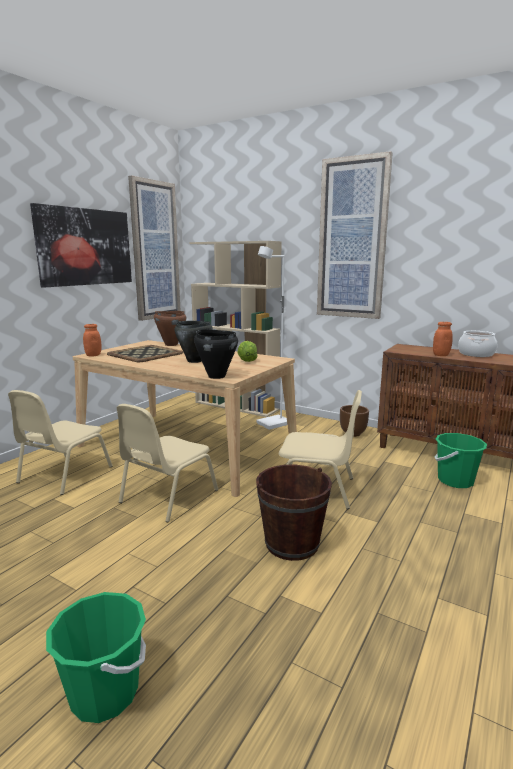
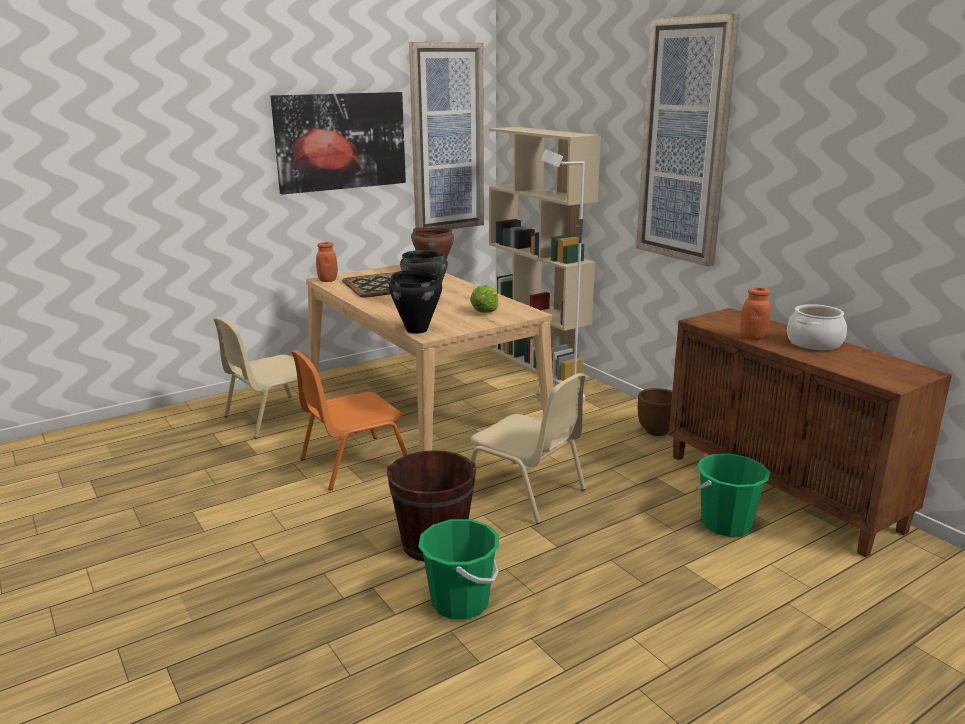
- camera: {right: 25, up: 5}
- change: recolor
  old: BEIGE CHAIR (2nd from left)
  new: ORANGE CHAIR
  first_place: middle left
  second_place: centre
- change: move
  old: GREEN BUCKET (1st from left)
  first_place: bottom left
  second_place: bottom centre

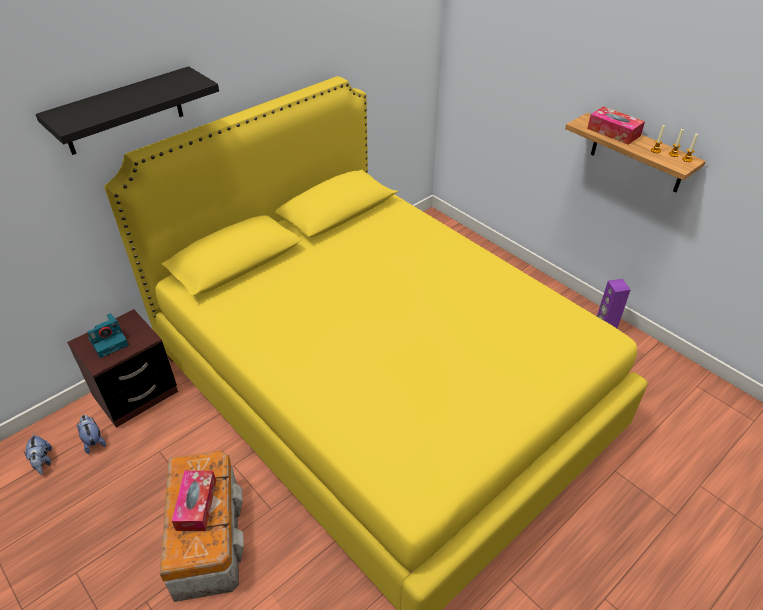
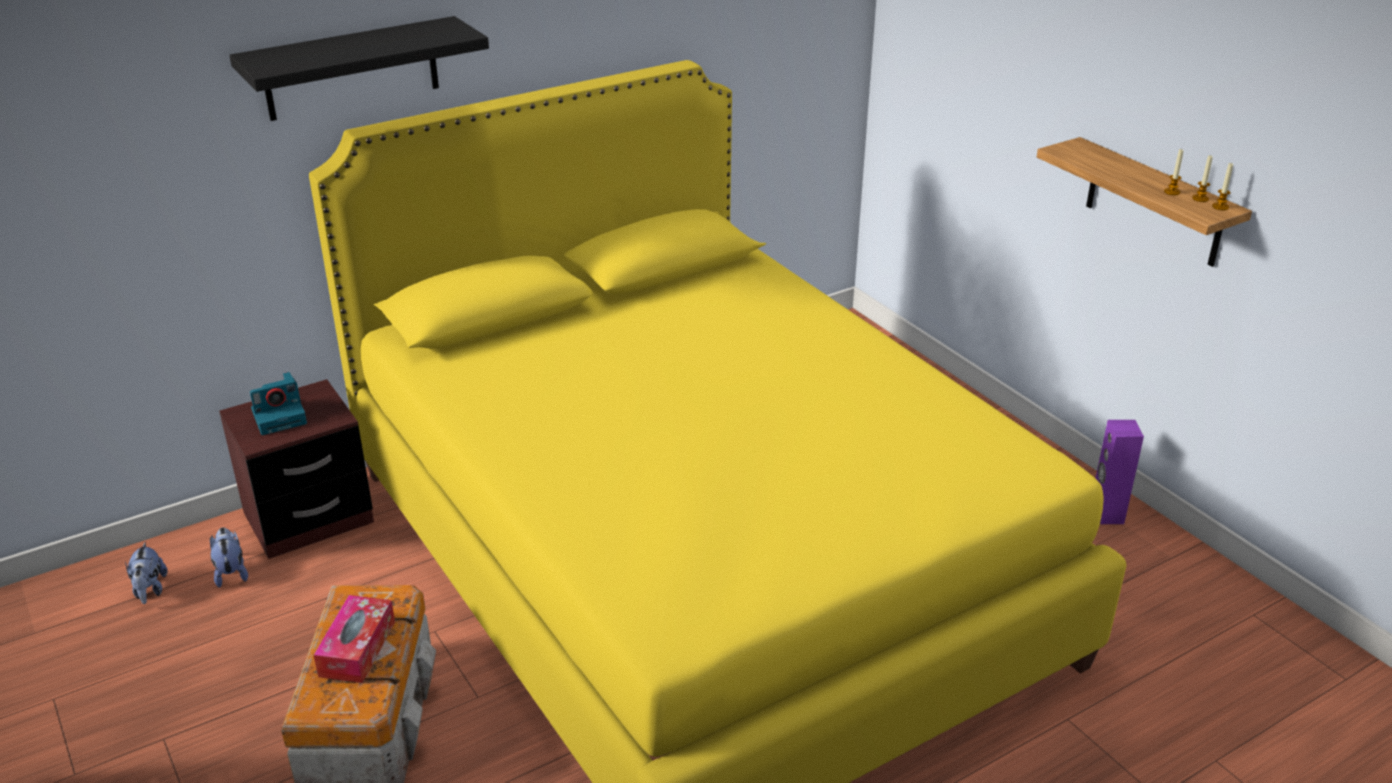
- camera: {right: 10, up: -10}
- change: delete
  old: TISSUE BOX (2nd from left)
  first_place: top right

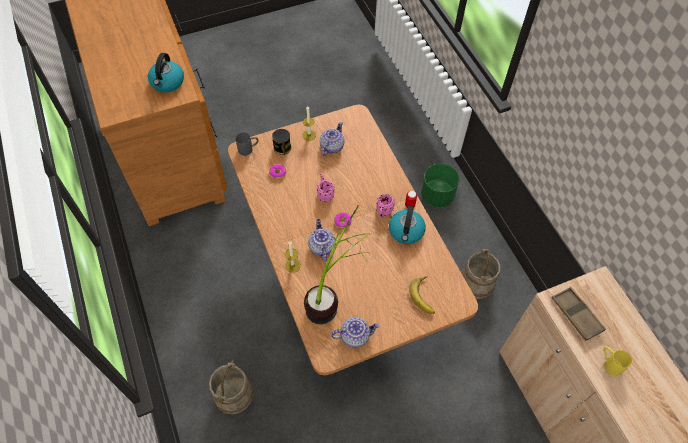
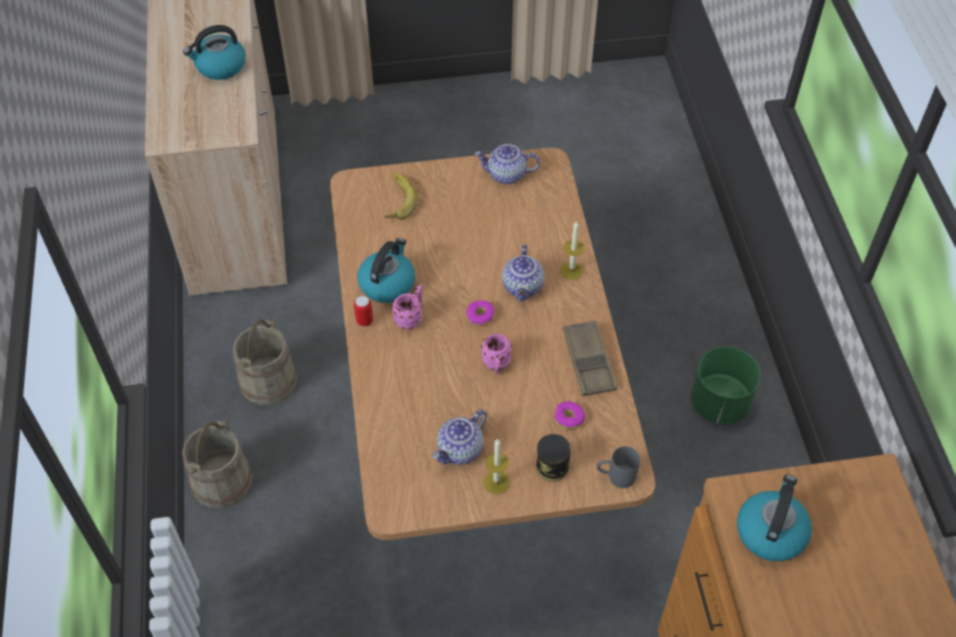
- camera: {right: -165, up: -5}
- change: move
  old: GREEN PLANTER
  first_place: centre
  second_place: middle right
- change: delete
  old: POTTED PLANT
  first_place: centre
- change: move
  old: BROWN TRAY
  first_place: bottom right
  second_place: centre
- change: replace
  old: YELLOW MUG
  new: KETTLE (1st from left)
  first_place: bottom right
  second_place: top left
- change: move
  old: BEIGE BUCKET (1st from left)
  first_place: bottom centre
  second_place: bottom left

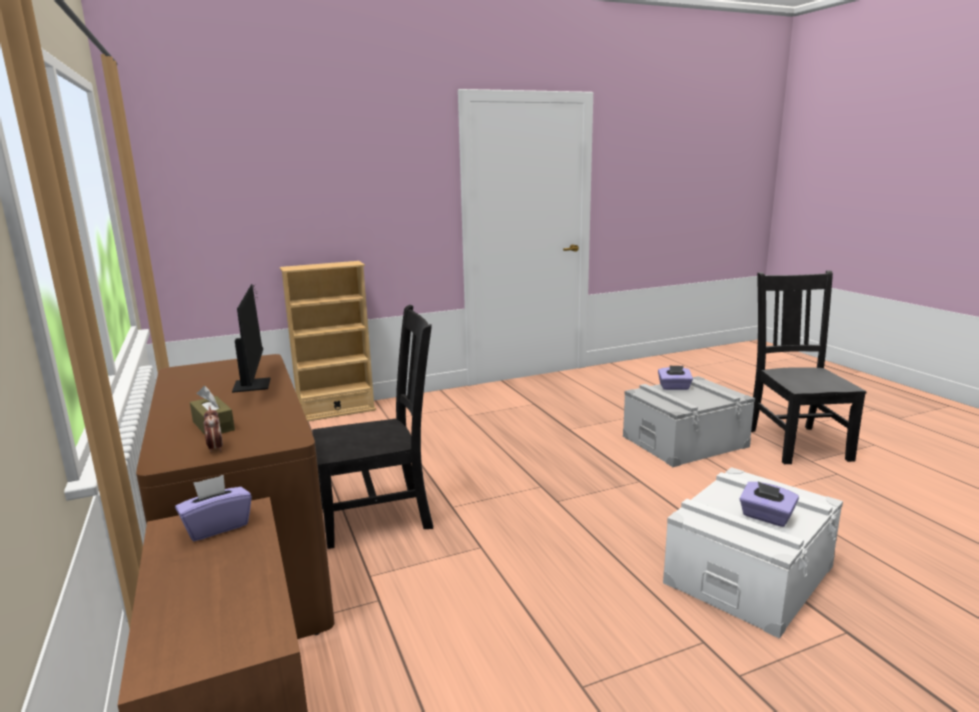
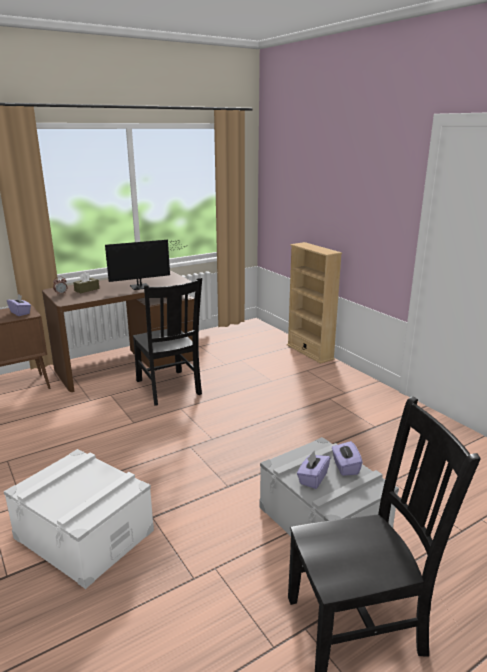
- camera: {right: 80, up: 5}
- change: move
  old: PURPLE TISSUE BOX (3rd from left in the first image)
  new: PURPLE TISSUE BOX (2nd from left)
  first_place: bottom right
  second_place: bottom centre

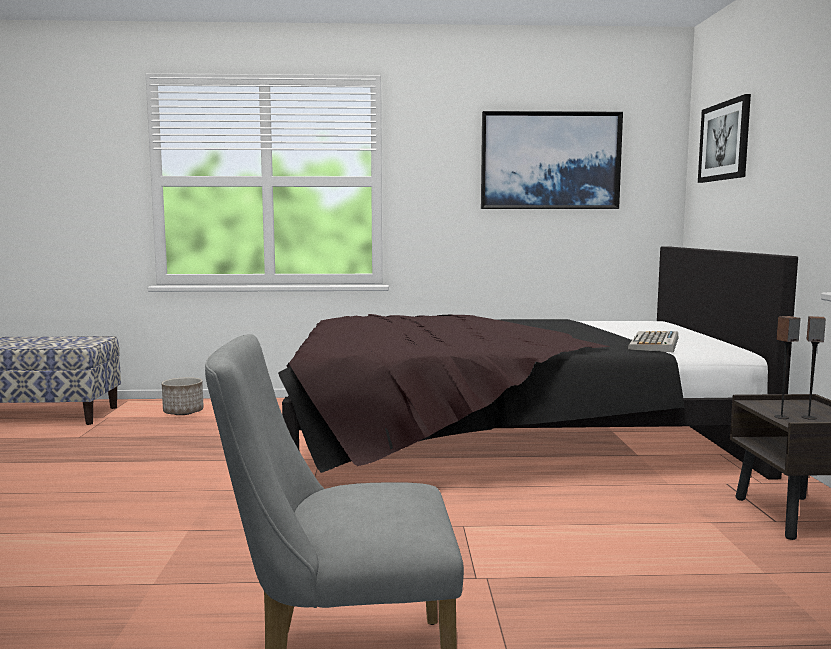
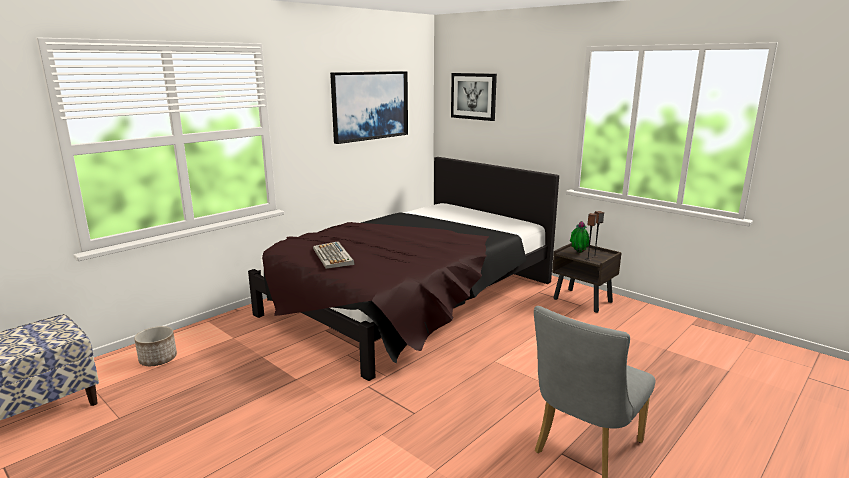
- camera: {right: -45, up: 10}
- change: move
  old: KEYBOARD
  first_place: middle right
  second_place: centre
- change: insert
  new: POTTED PLANT
  second_place: middle right

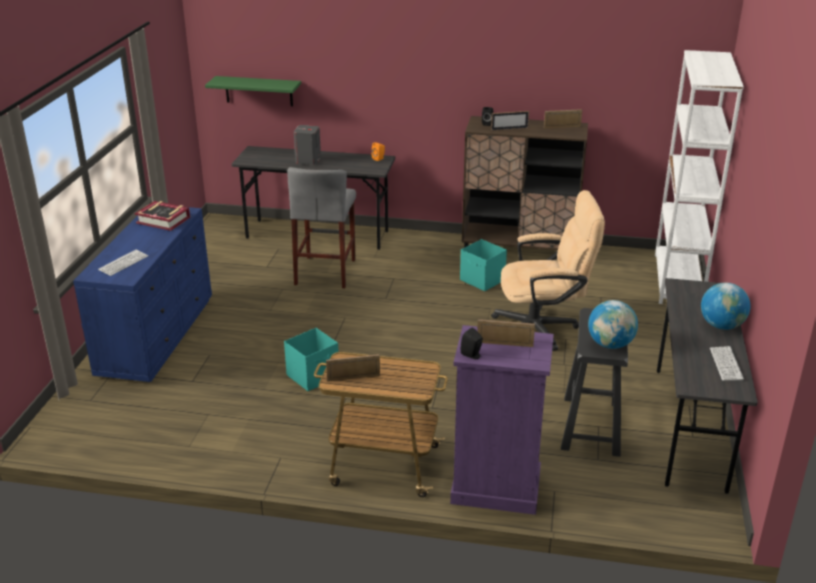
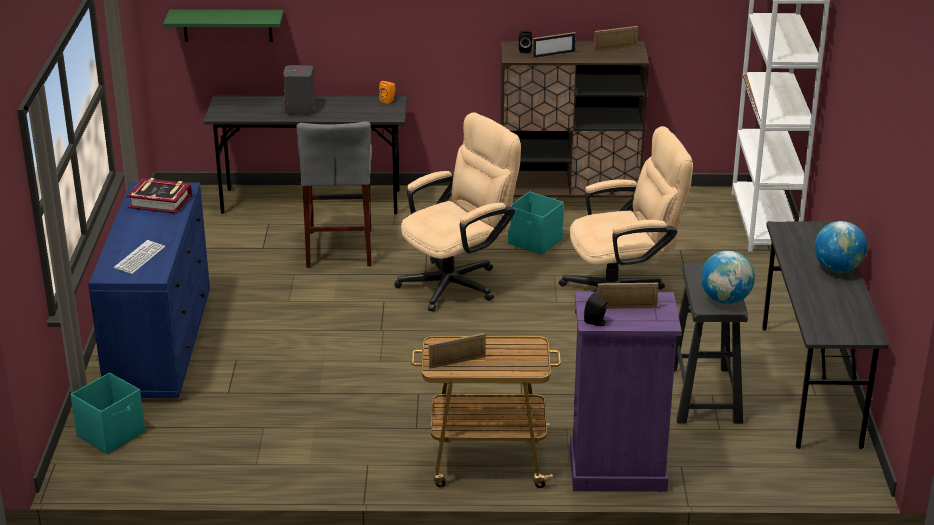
- camera: {right: -10, up: 0}
- change: move
  old: TURQUOISE STORAGE BOX (1st from left)
  first_place: centre
  second_place: bottom left
- change: delete
  old: KEYBOARD (2nd from left)
  first_place: middle right
- change: insert
  new: BEIGE OFFICE CHAIR (1st from left)
  second_place: centre

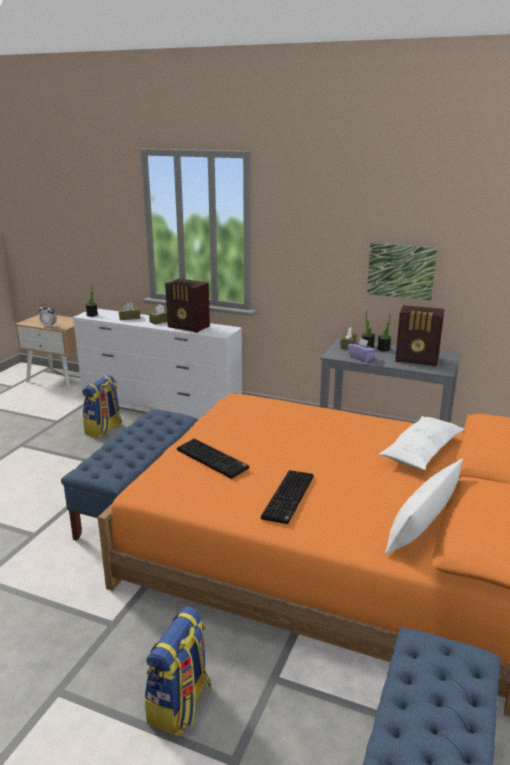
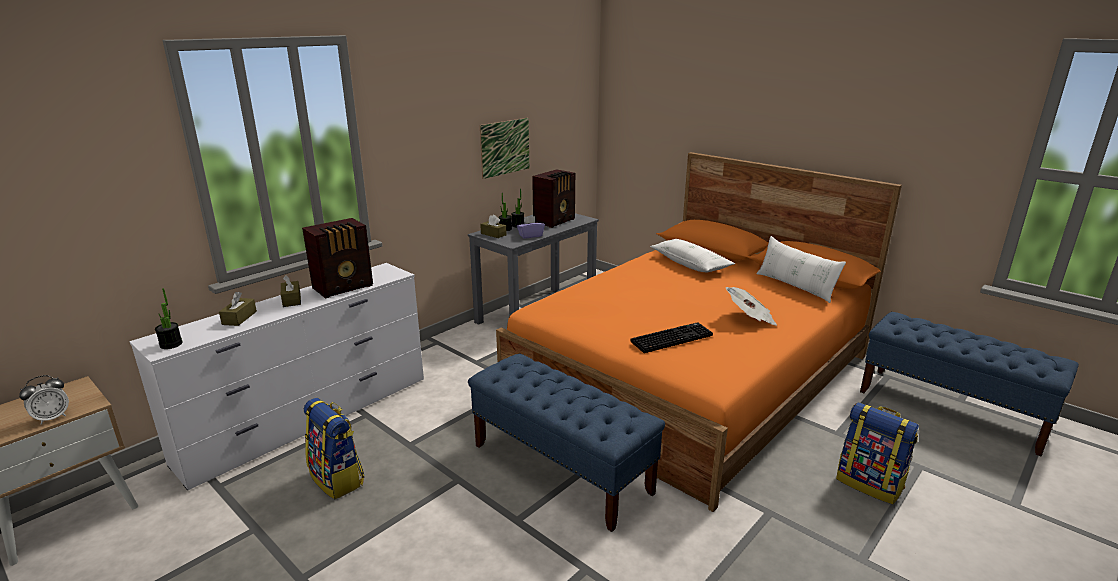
- camera: {right: -70, up: 0}
- change: replace
  old: KEYBOARD (2nd from left)
  new: NEWSPAPER
  first_place: centre
  second_place: middle right

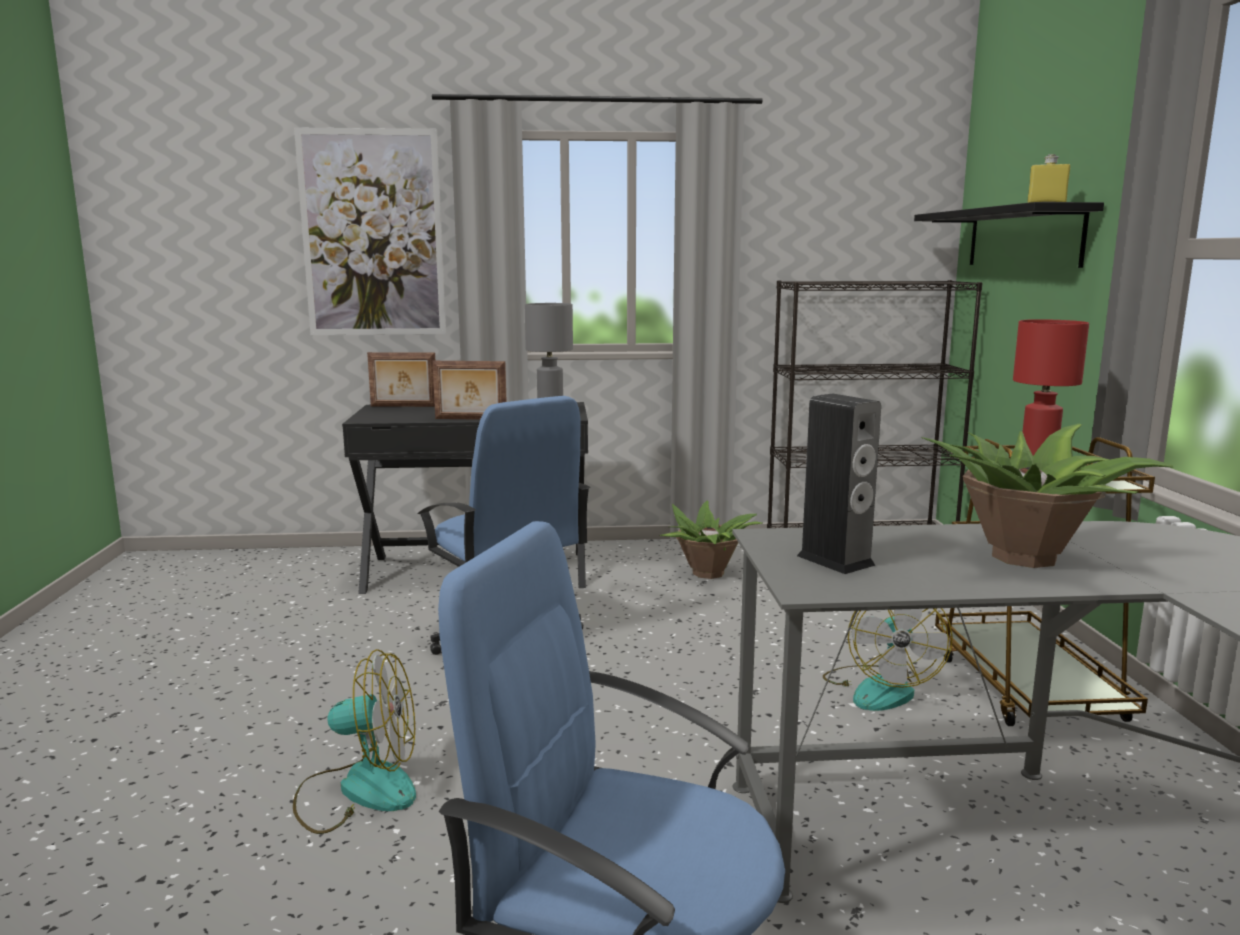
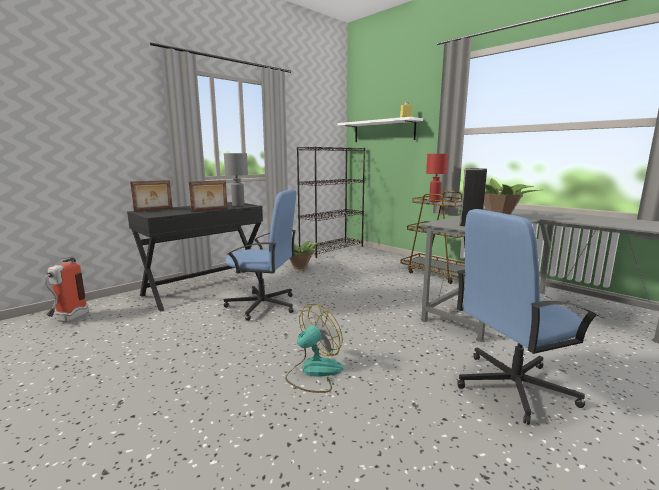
- camera: {right: -40, up: 0}
- change: delete
  old: PICTURE
  first_place: top left
- change: recolor
  old: BLACK SHELF
  new: WHITE SHELF
  first_place: top right
  second_place: top centre
- change: delete
  old: FAN (2nd from left)
  first_place: bottom right
- change: insert
  new: FIRE EXTINGUISHER
  second_place: middle left

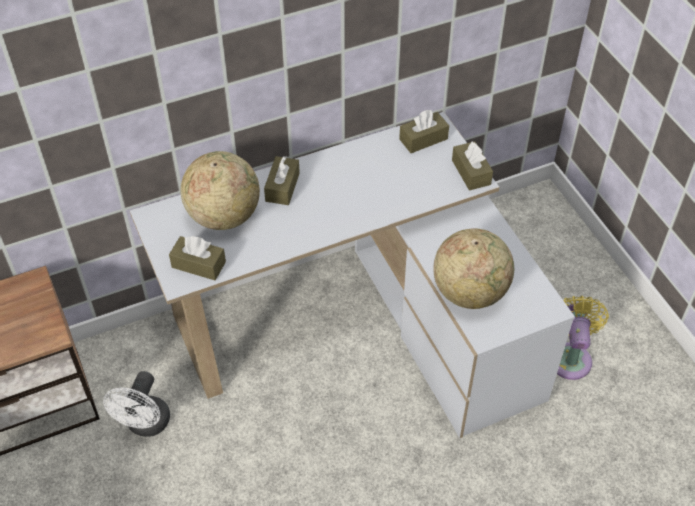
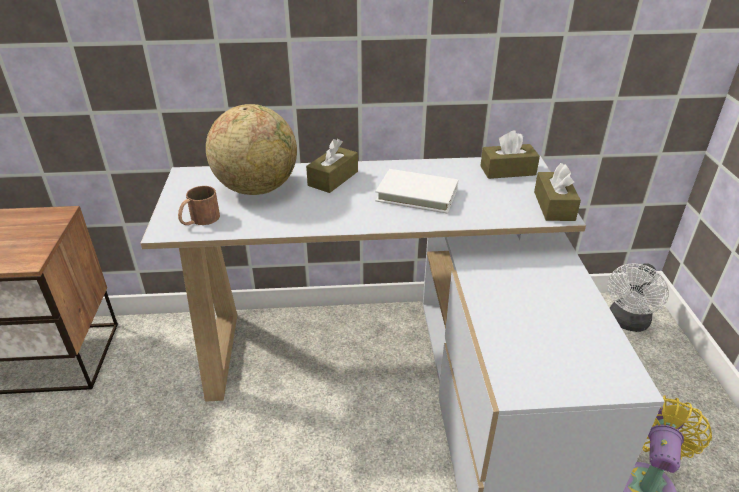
- camera: {right: 20, up: -15}
- change: delete
  old: GLOBE (2nd from left)
  first_place: middle right
- change: replace
  old: BROWN TISSUE BOX (1st from left)
  new: BROWN MUG
  first_place: middle left
  second_place: middle left
- change: move
  old: WHITE FAN
  first_place: bottom left
  second_place: middle right
- change: insert
  new: WHITE BOOK
  second_place: centre

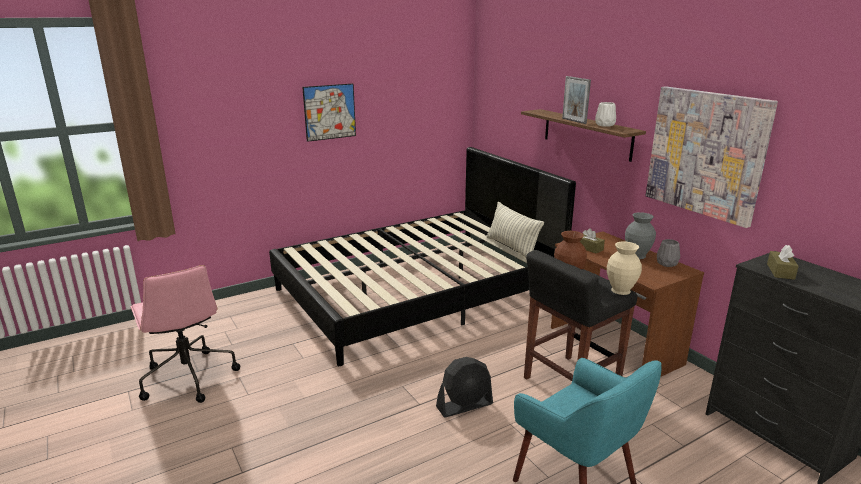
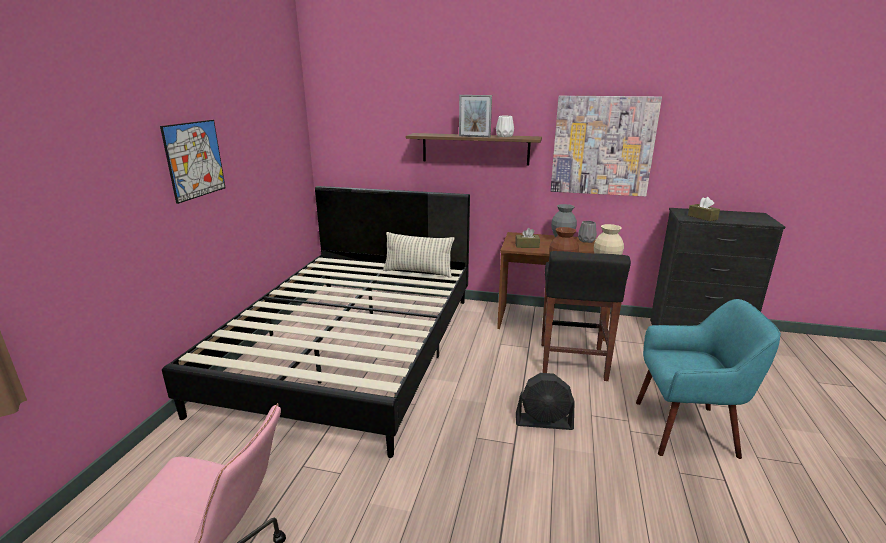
- camera: {right: -45, up: 0}
- change: rotate
  old: BLACK FAN
  first_place: bottom centre
  second_place: bottom centre
  degrees: 75

